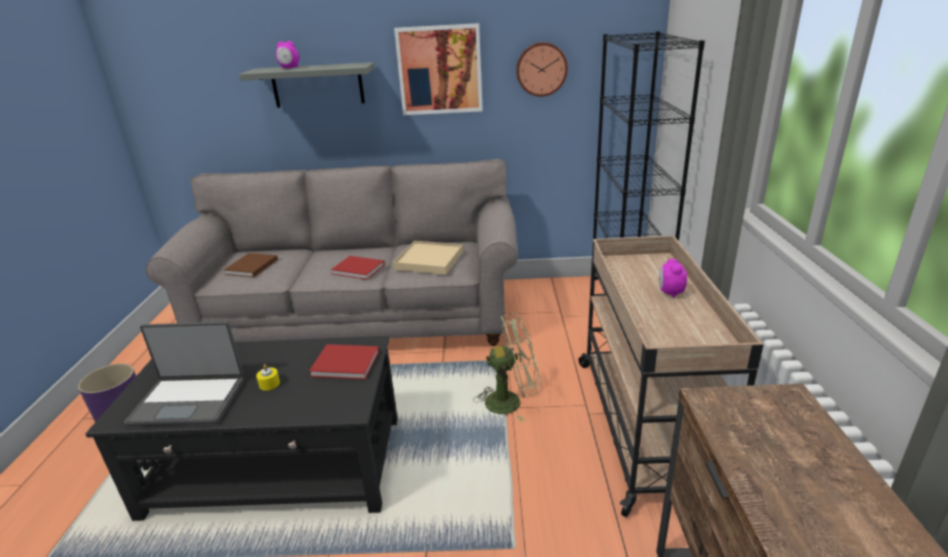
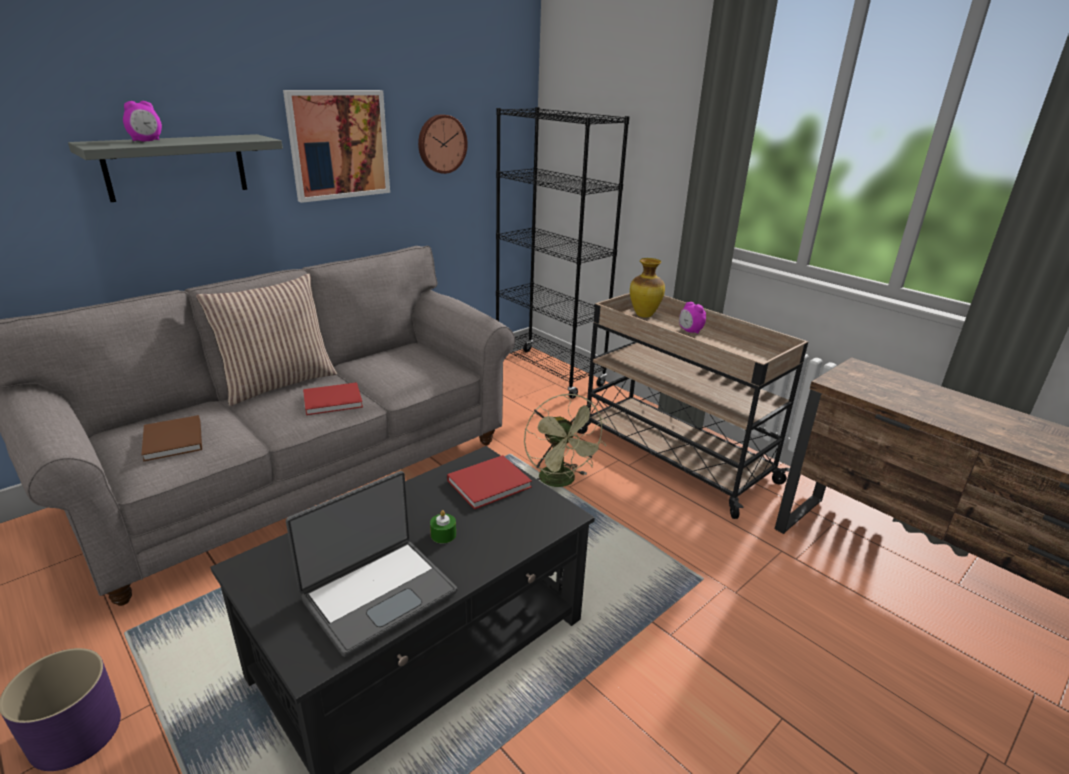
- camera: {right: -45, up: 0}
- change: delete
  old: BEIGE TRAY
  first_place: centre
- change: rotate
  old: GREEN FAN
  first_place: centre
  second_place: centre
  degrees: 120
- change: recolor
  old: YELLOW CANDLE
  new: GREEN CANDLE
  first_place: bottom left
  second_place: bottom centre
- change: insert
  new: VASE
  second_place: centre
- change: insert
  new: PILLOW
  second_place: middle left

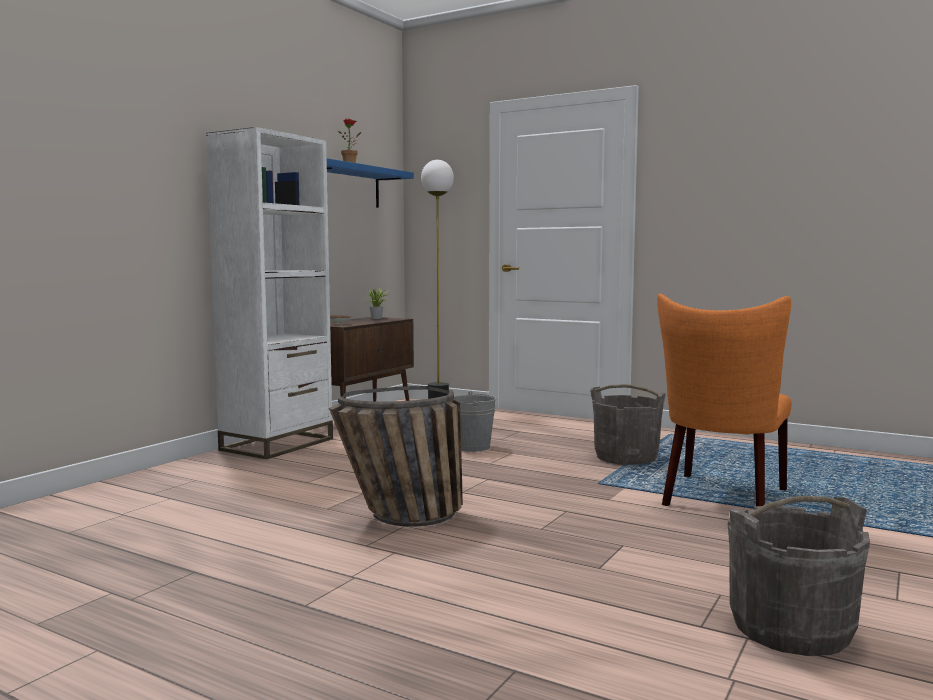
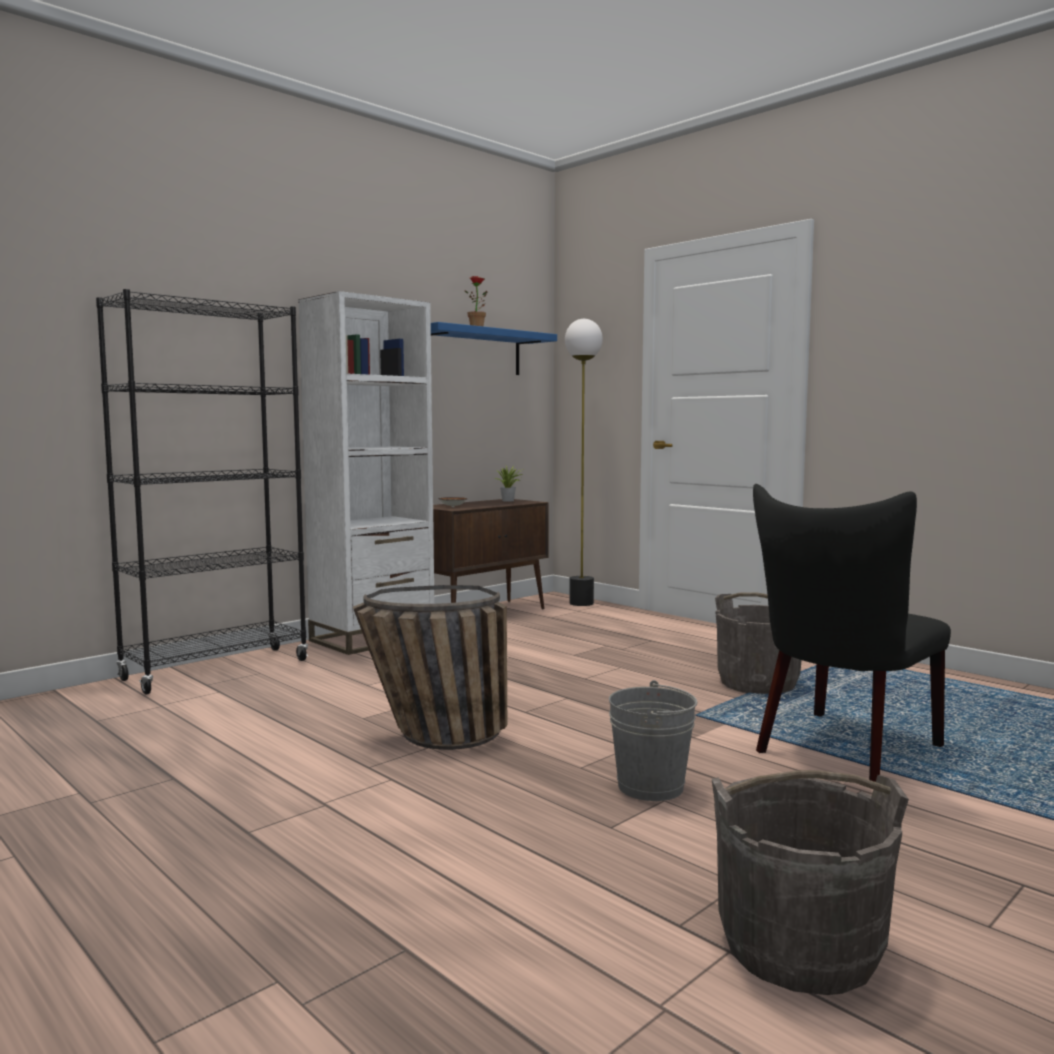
- camera: {right: 15, up: 0}
- change: recolor
  old: ORANGE CHAIR
  new: BLACK CHAIR
  first_place: middle right
  second_place: middle right
- change: move
  old: GREY BUCKET (1st from left)
  first_place: centre
  second_place: bottom centre
- change: insert
  new: BLACK BOOKCASE
  second_place: middle left

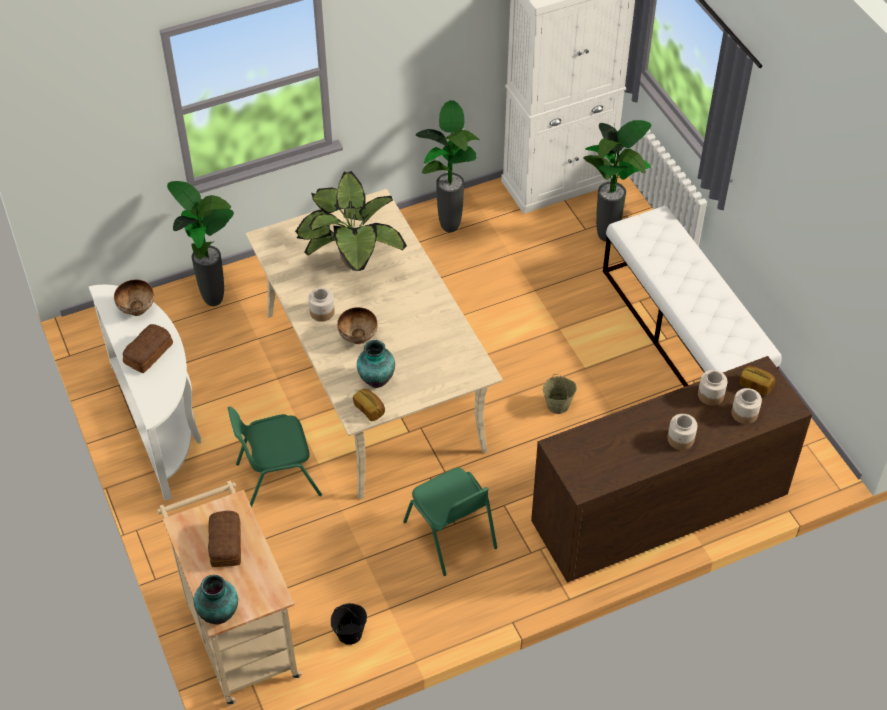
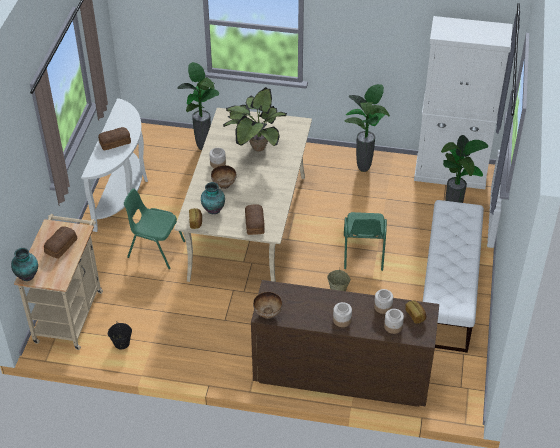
- camera: {right: 35, up: -5}
- change: move
  old: BOWL (1st from left in the first image)
  new: BOWL (2nd from left)
  first_place: middle left
  second_place: bottom centre
- change: move
  old: GREEN CHAIR (2nd from left)
  first_place: bottom centre
  second_place: centre
- change: insert
  new: BREAD (4th from left)
  second_place: centre

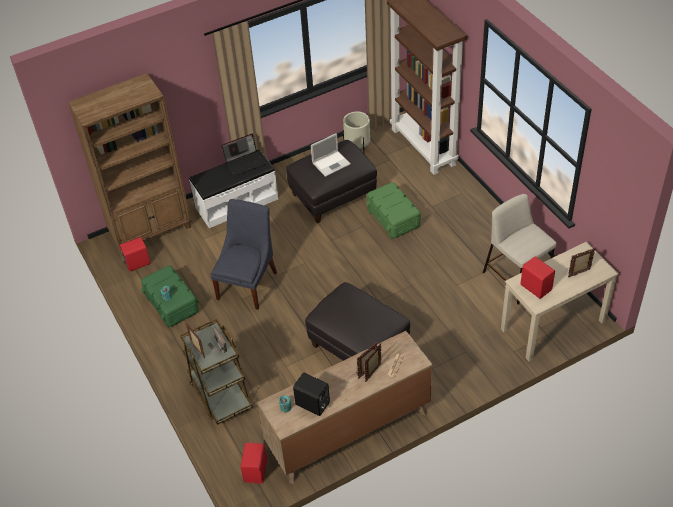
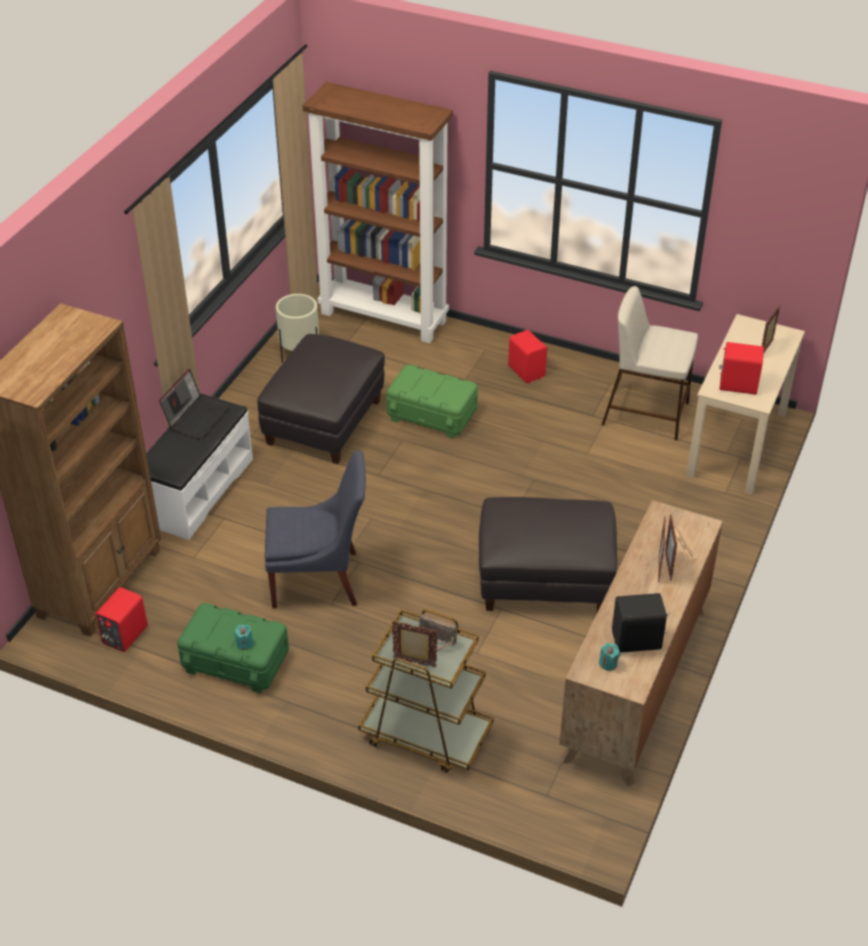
- camera: {right: -40, up: -5}
- change: delete
  old: LAPTOP (2nd from left)
  first_place: top centre
- change: rotate
  old: BLUE CHAIR
  first_place: centre
  second_place: centre
  degrees: 105
- change: move
  old: RED SPEAKER (2nd from left)
  first_place: bottom centre
  second_place: centre

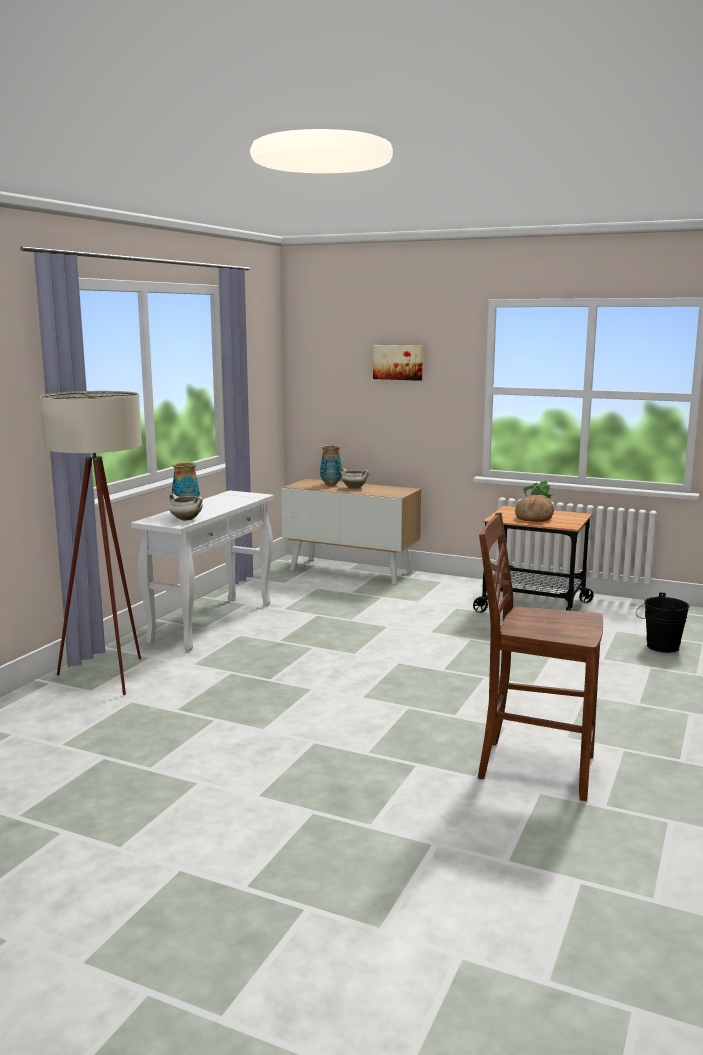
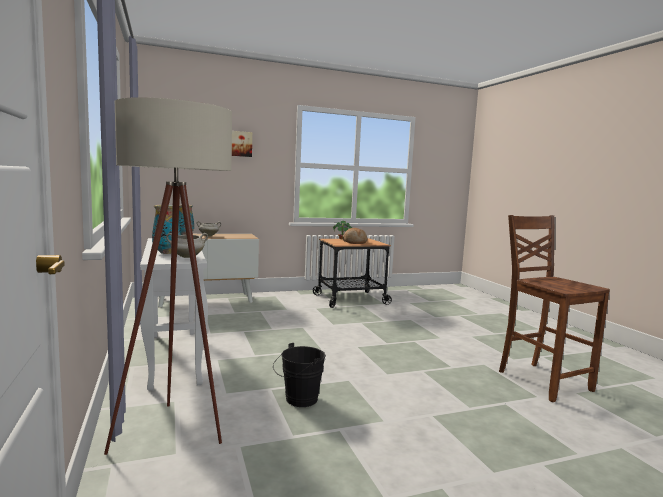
- camera: {right: -45, up: -5}
- change: rotate
  old: BROWN CHAIR
  first_place: middle right
  second_place: middle right
  degrees: 90
- change: move
  old: BLACK BUCKET
  first_place: middle right
  second_place: bottom centre

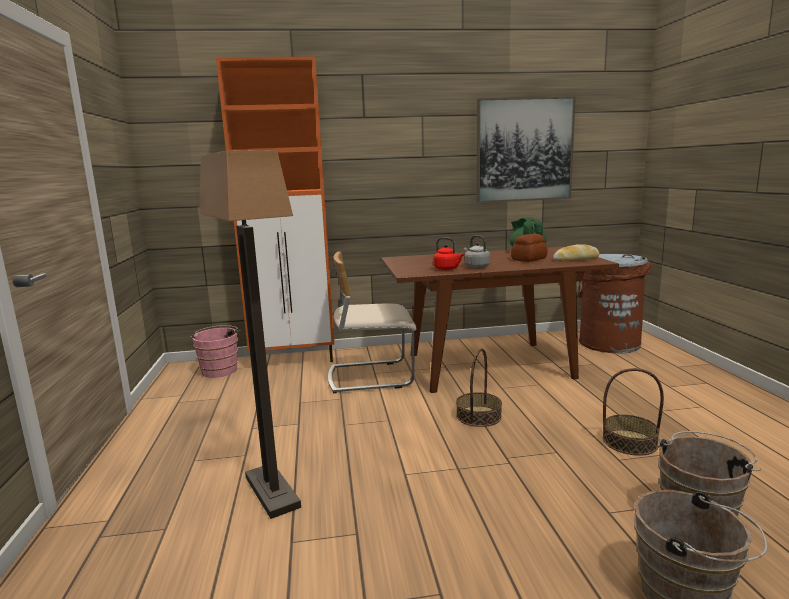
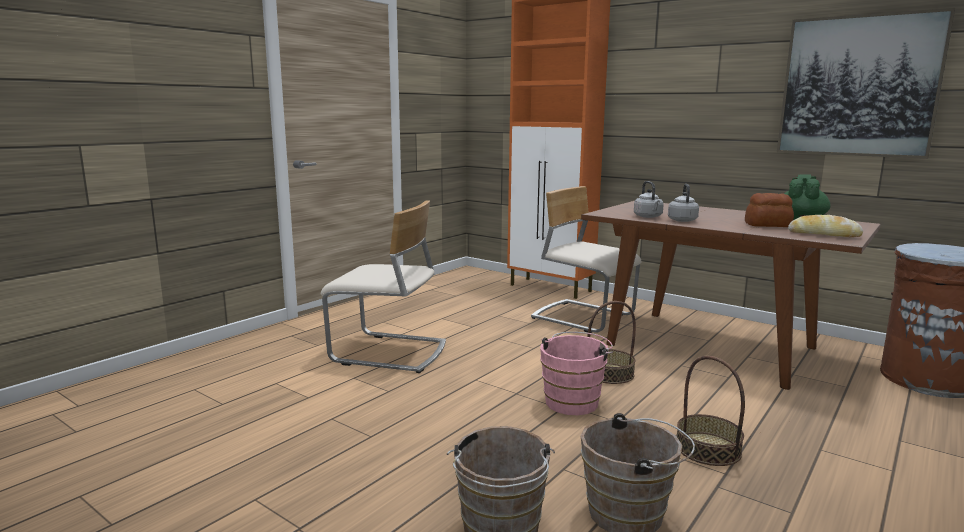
- camera: {right: 45, up: 0}
- change: replace
  old: FLOOR LAMP
  new: BEIGE CHAIR (1st from left)
  first_place: middle left
  second_place: centre
- change: recolor
  old: RED KETTLE
  new: GREY KETTLE (1st from left)
  first_place: centre
  second_place: middle right
- change: move
  old: PINK BUCKET
  first_place: middle left
  second_place: bottom centre

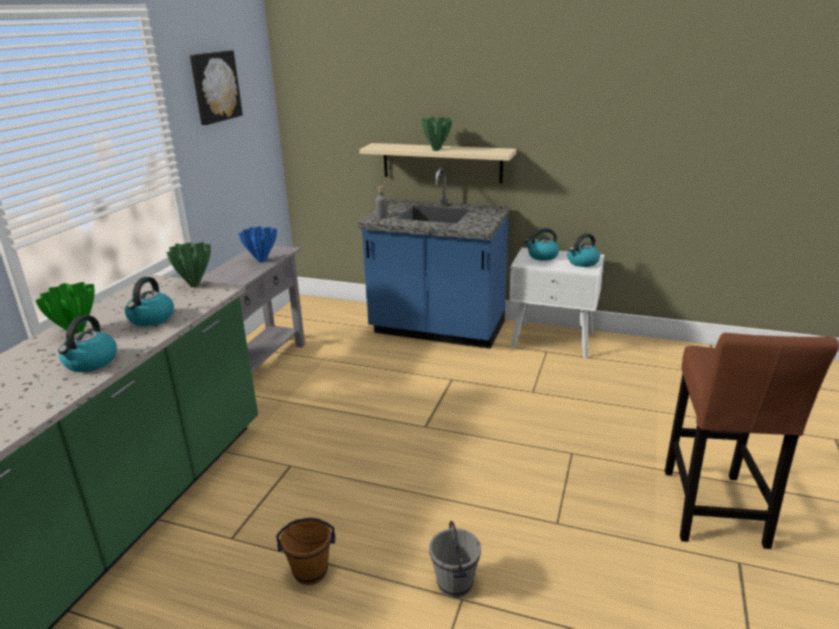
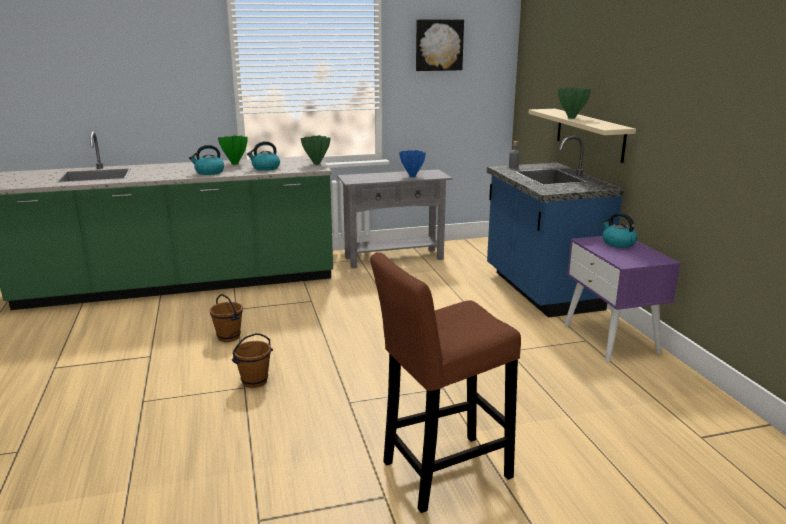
- camera: {right: 55, up: -5}
- change: delete
  old: KETTLE (4th from left)
  first_place: middle right
- change: recolor
  old: WHITE NIGHTSTAND
  new: PURPLE NIGHTSTAND
  first_place: centre
  second_place: middle right
- change: recolor
  old: GREY BUCKET
  new: BROWN BUCKET (2nd from left)
  first_place: bottom centre
  second_place: bottom left

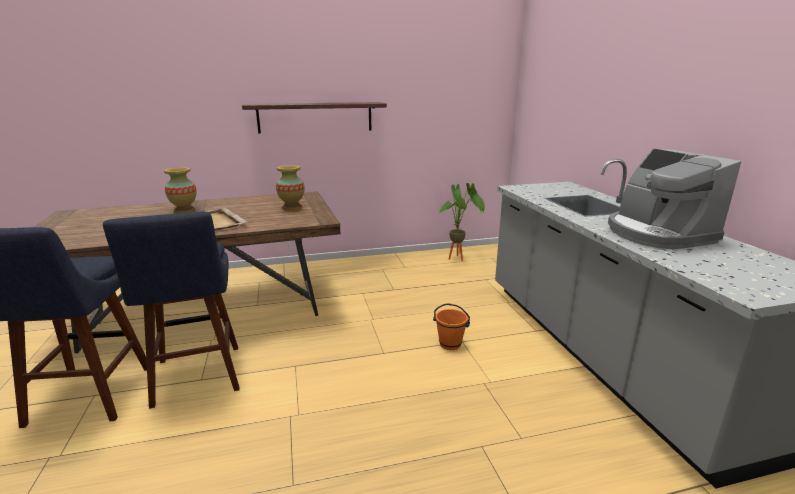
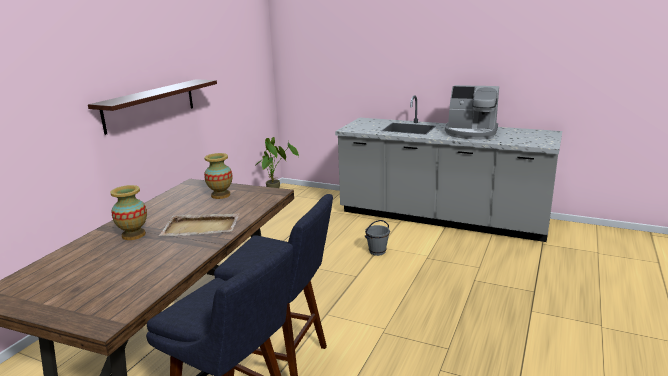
- camera: {right: -50, up: 0}
- change: recolor
  old: ORANGE BUCKET
  new: GREY BUCKET
  first_place: centre
  second_place: centre

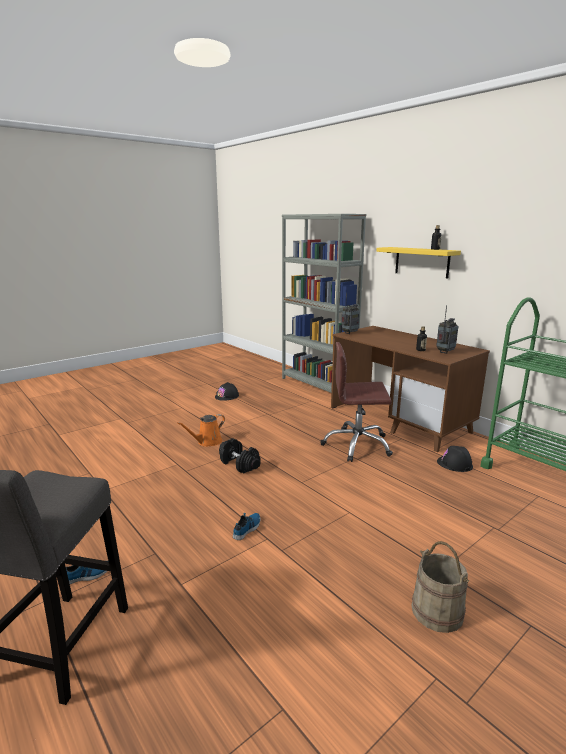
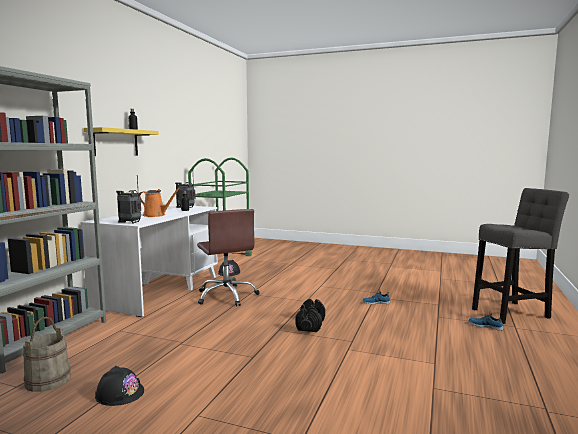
- camera: {right: -120, up: -10}
- change: recolor
  old: BROWN DESK
  new: WHITE DESK
  first_place: middle right
  second_place: middle left
- change: move
  old: ORANGE WATERING CAN
  first_place: centre
  second_place: middle left
- change: move
  old: BEIGE BUCKET
  first_place: bottom right
  second_place: bottom left

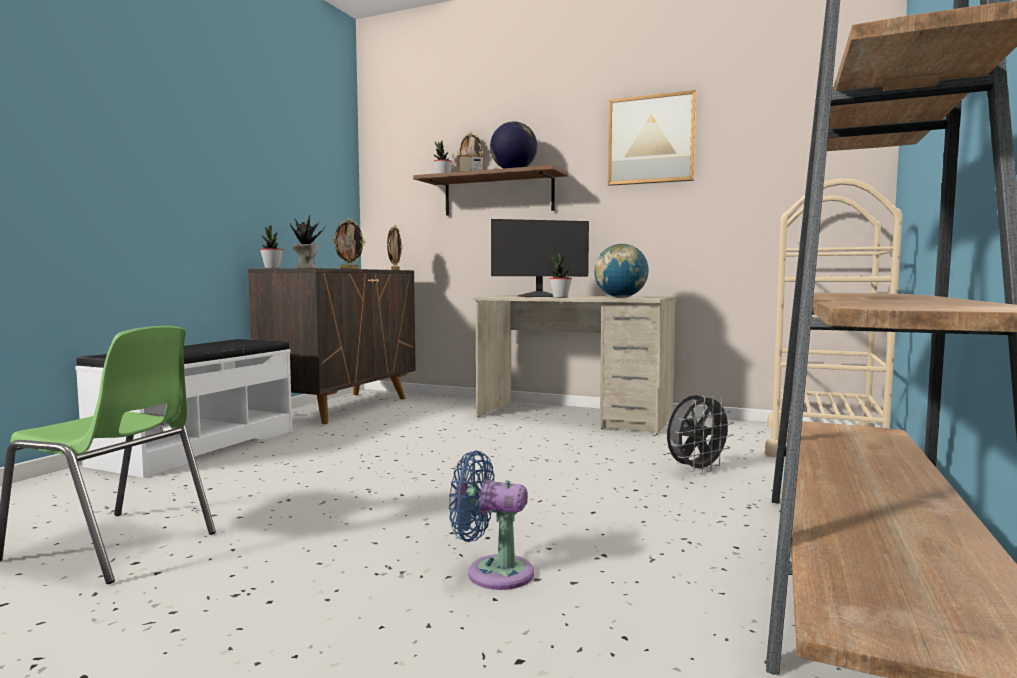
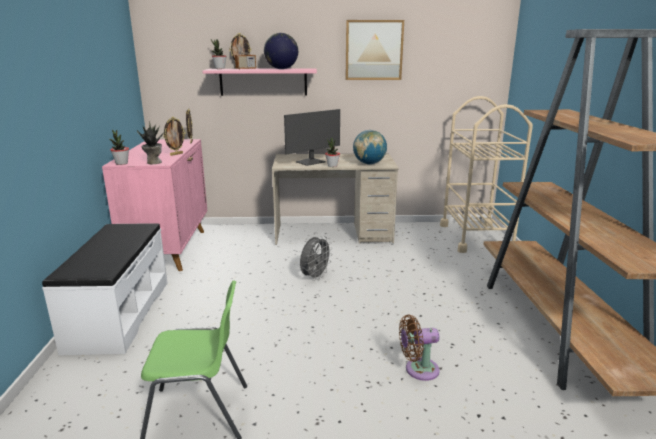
- camera: {right: -25, up: 15}
- change: recolor
  old: BROWN SHELF
  new: PINK SHELF
  first_place: top centre
  second_place: top centre
- change: recolor
  old: BROWN CABINET
  new: PINK CABINET
  first_place: middle left
  second_place: middle left
- change: move
  old: GREY FAN
  first_place: middle right
  second_place: centre
- change: recolor
  old: BLUE FAN
  new: BROWN FAN
  first_place: bottom centre
  second_place: bottom centre

